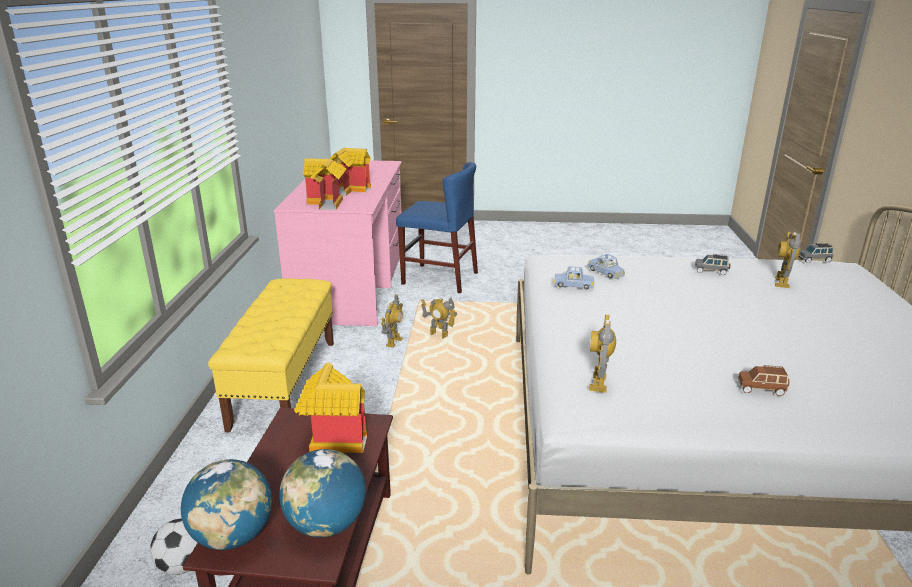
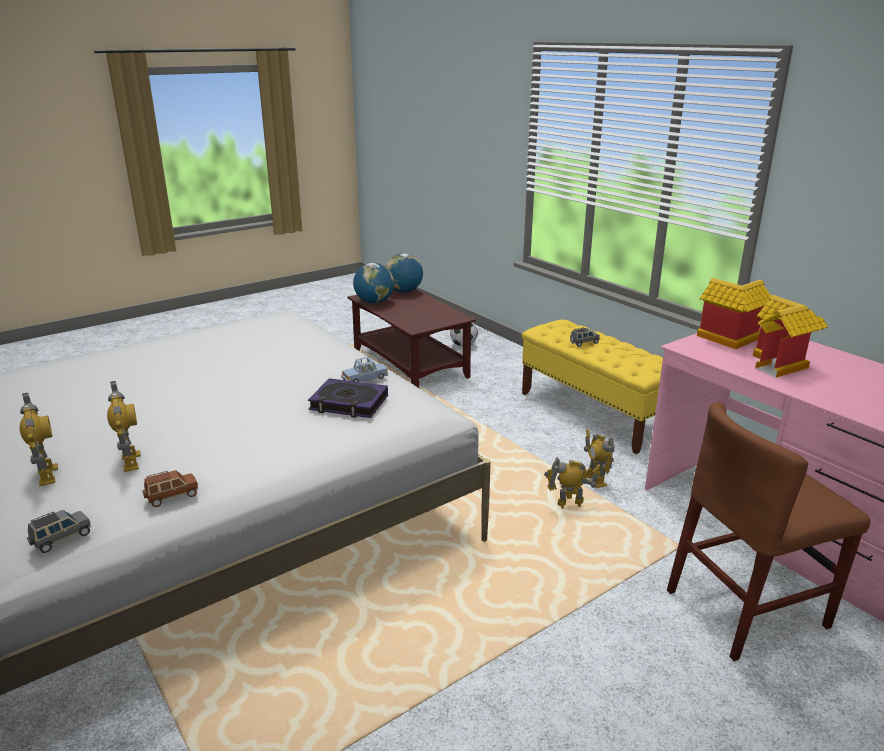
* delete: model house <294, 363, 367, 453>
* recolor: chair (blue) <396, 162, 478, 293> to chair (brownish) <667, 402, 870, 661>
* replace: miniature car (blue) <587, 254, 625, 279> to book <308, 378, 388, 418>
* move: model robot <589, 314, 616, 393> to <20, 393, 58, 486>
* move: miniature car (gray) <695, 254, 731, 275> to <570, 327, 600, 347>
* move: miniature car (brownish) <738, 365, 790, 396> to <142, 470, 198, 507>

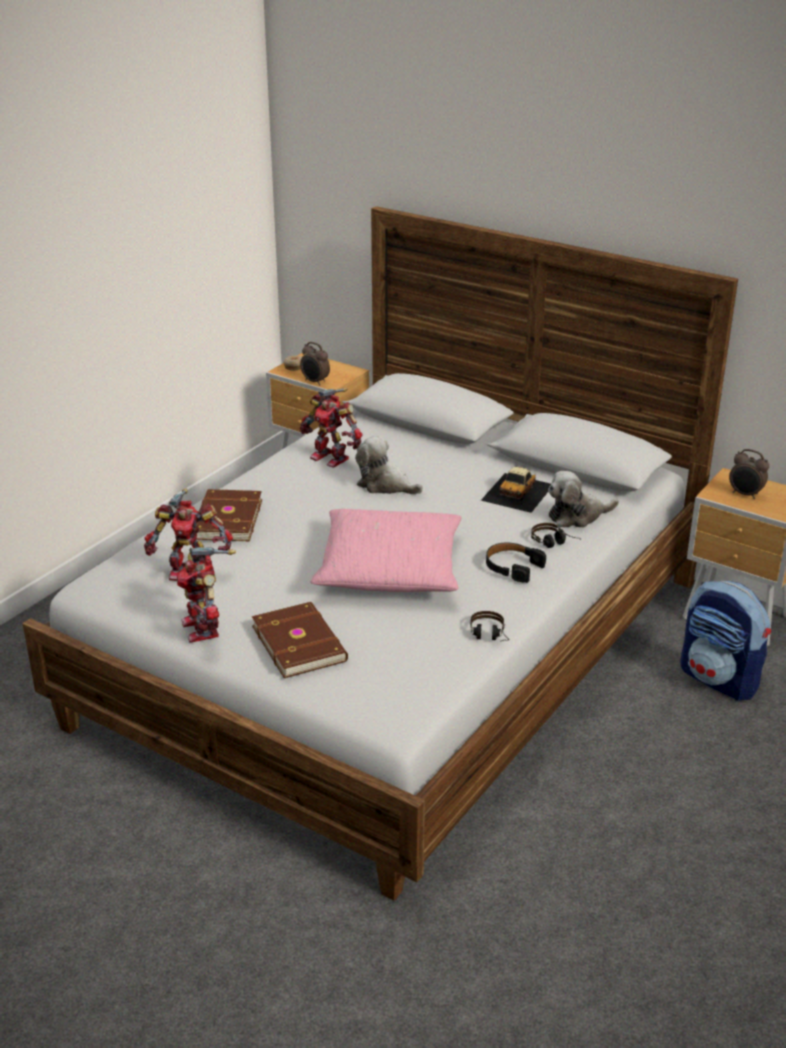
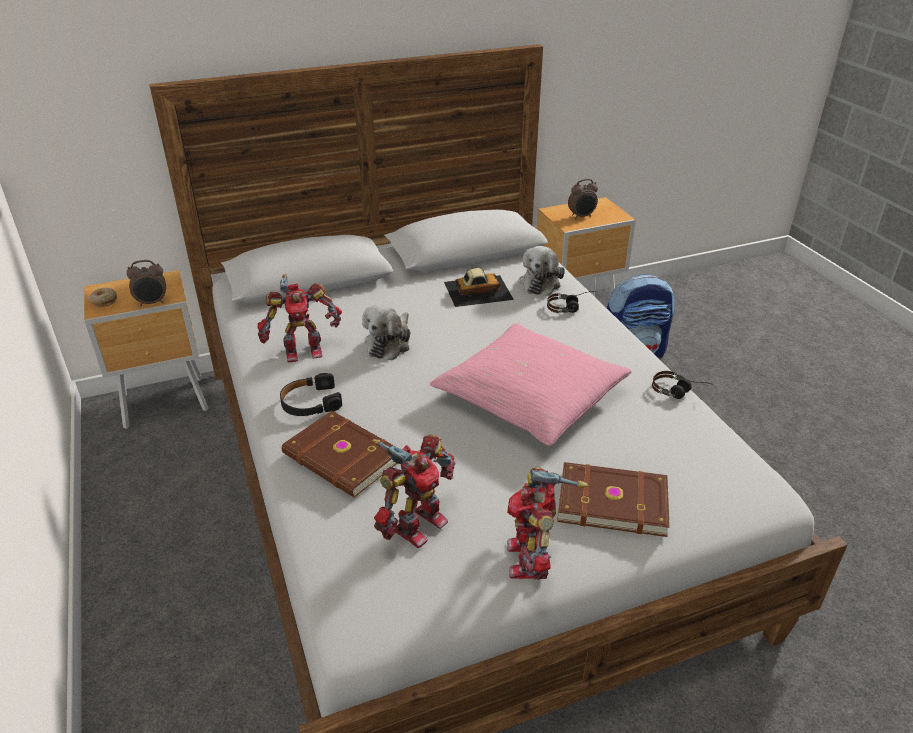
* rotate: model robot <177, 547, 236, 643> = <507, 467, 588, 580> 75 degrees clockwise
* rotate: soft toy <355, 436, 423, 494> = <362, 304, 411, 360> 45 degrees counterclockwise
* rotate: miniature car <481, 467, 551, 513> = <444, 268, 514, 307> 75 degrees counterclockwise
* move: headphones (blackish) <486, 543, 546, 583> to <280, 373, 342, 416>

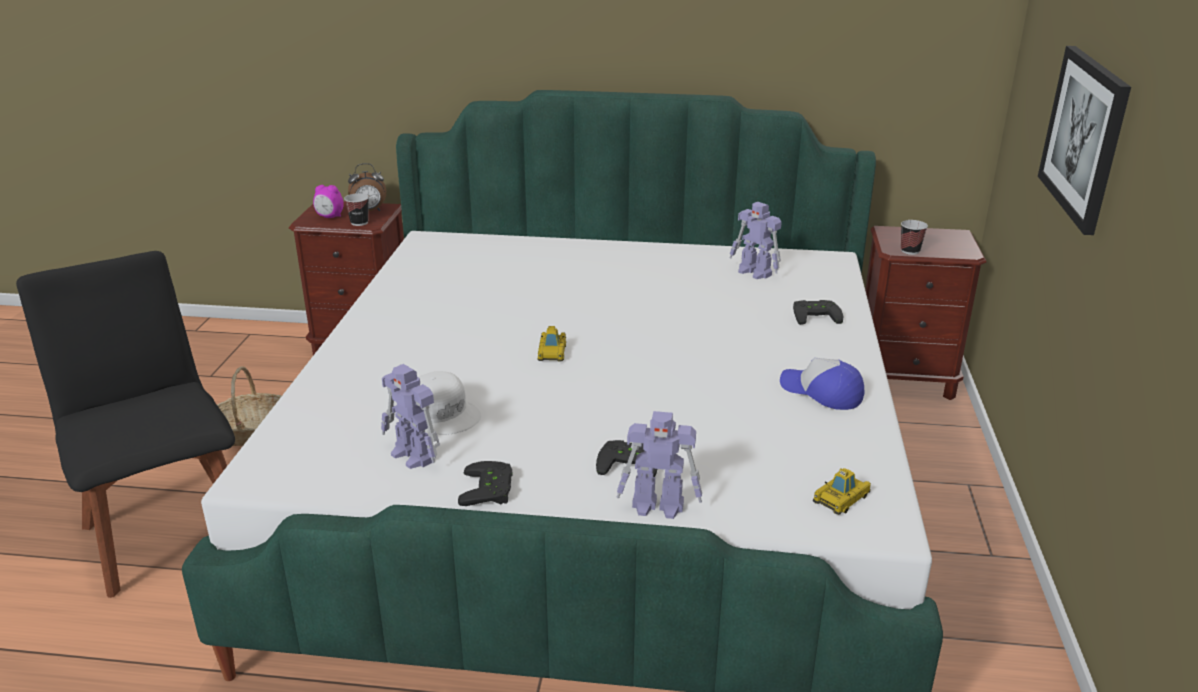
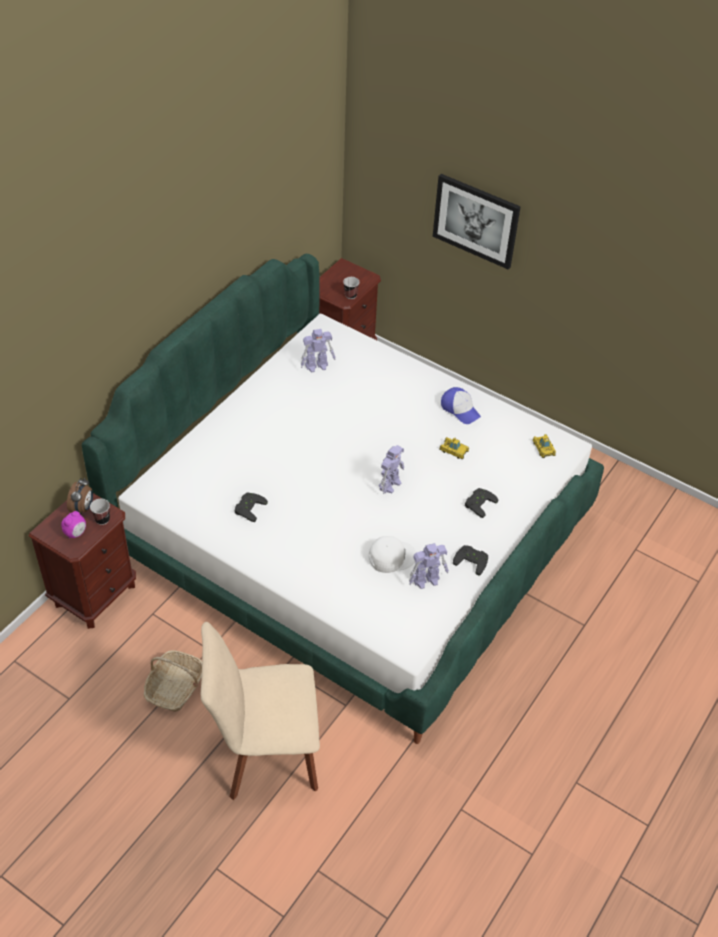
* recolor: chair (blackish) <16, 251, 235, 598> to chair (beige) <201, 622, 320, 800>
* move: miniature car <538, 326, 566, 361> to <439, 437, 469, 459>
* move: model robot <617, 411, 702, 519> to <379, 445, 404, 494>
* rotate: peaked cap <780, 358, 864, 410> = <441, 387, 481, 424> 105 degrees counterclockwise
* move: joypad (blackish) <793, 300, 844, 325> to <235, 493, 268, 522>

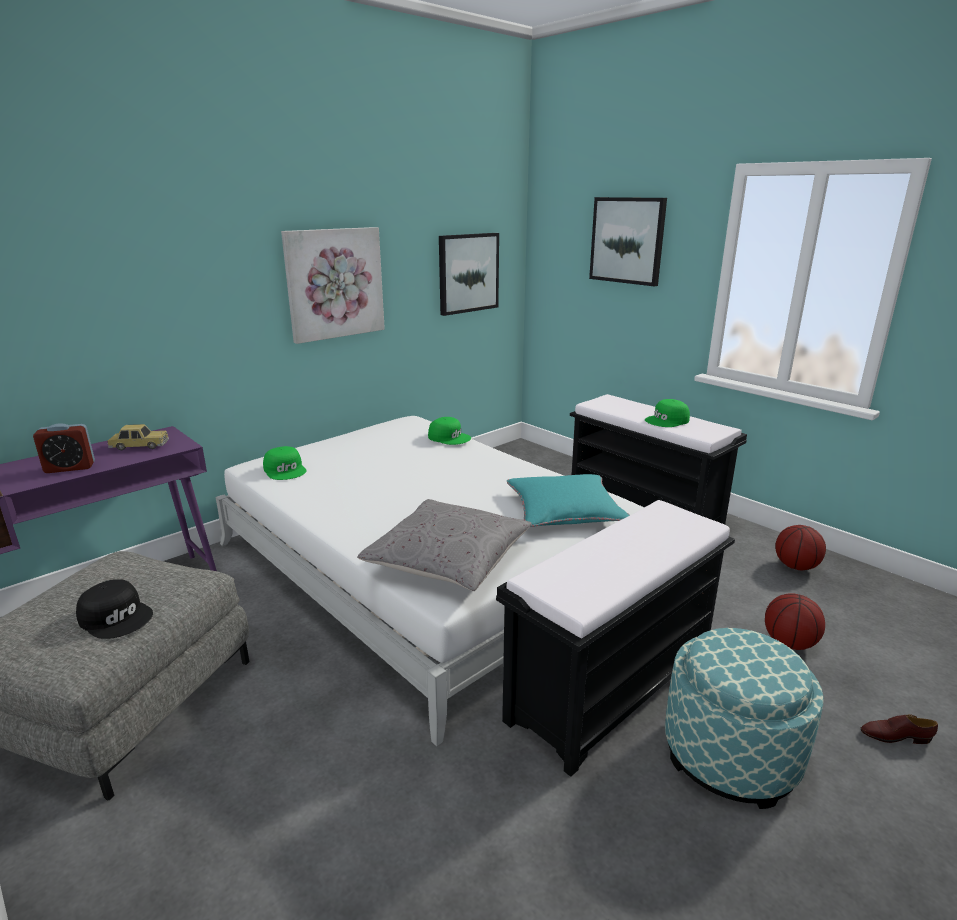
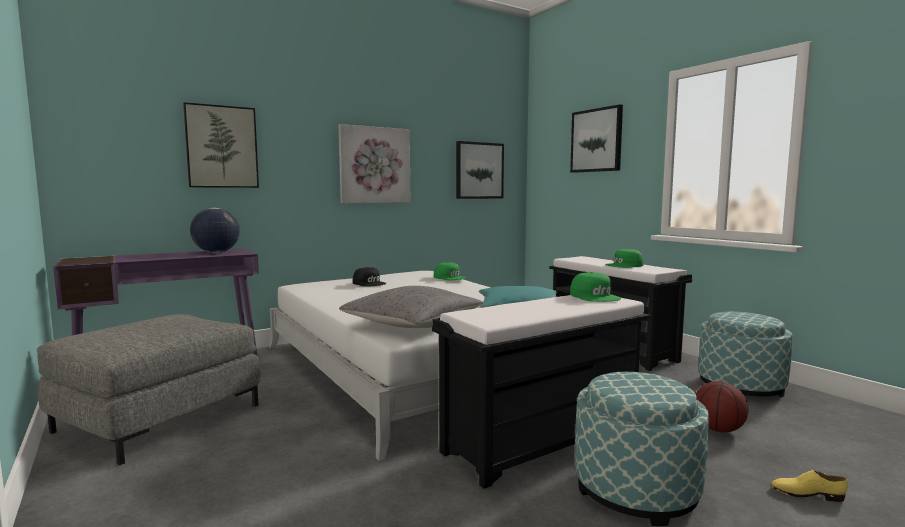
* delete: alarm clock <33, 424, 95, 473>
* move: peaked cap (blackish) <76, 579, 153, 639> to <353, 267, 386, 287>
* replace: miniature car <107, 424, 169, 450> to desk globe <190, 208, 240, 253>
* move: peaked cap (green) <263, 446, 307, 480> to <570, 272, 621, 302>
* replace: basketball <775, 525, 826, 570> to footrest <698, 312, 793, 397>
* recolor: low shoe (brownish) <861, 714, 938, 744> to low shoe (yellow-coloured) <771, 470, 848, 502>
* insert: wall picture <183, 102, 259, 188>

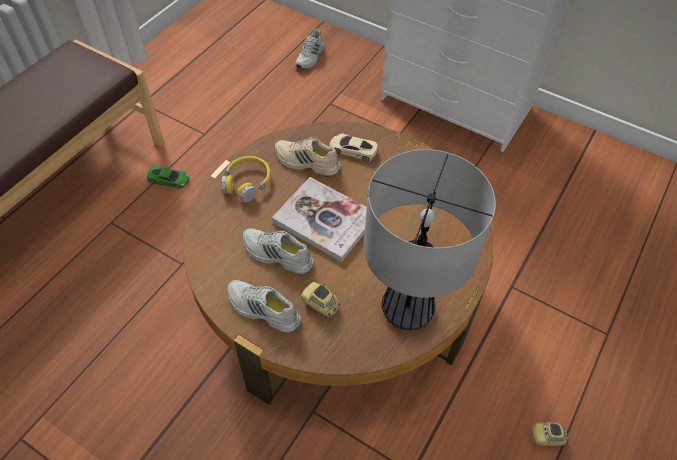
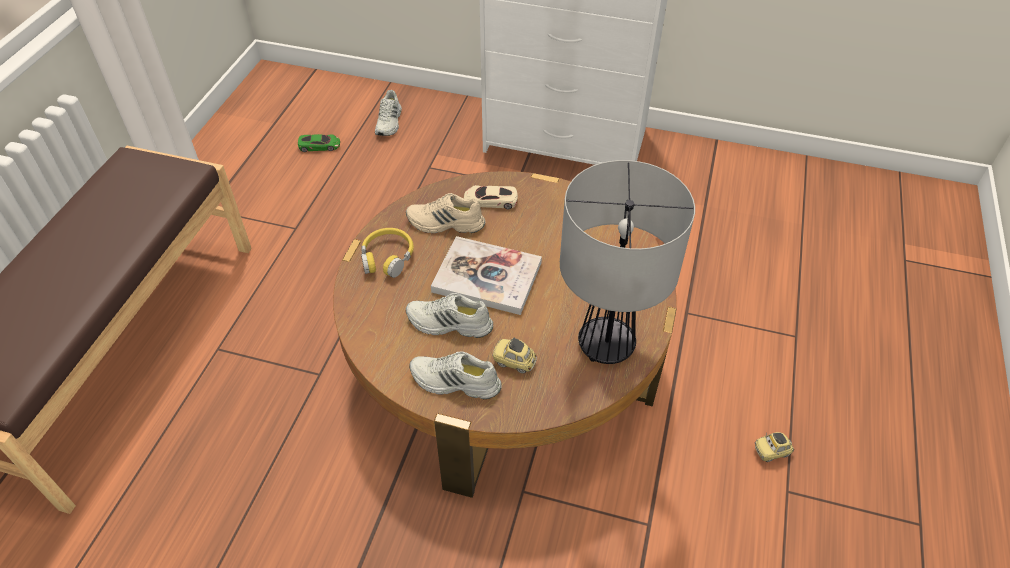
* move: miniature car (green) <147, 166, 189, 189> to <298, 134, 340, 152>

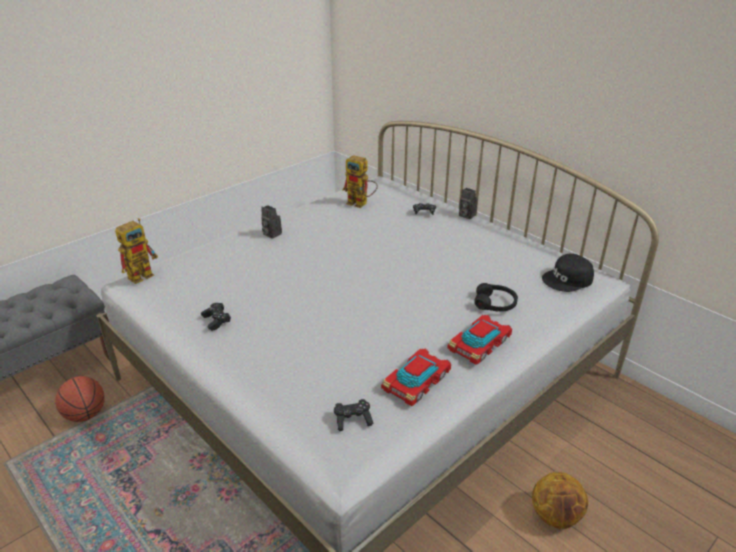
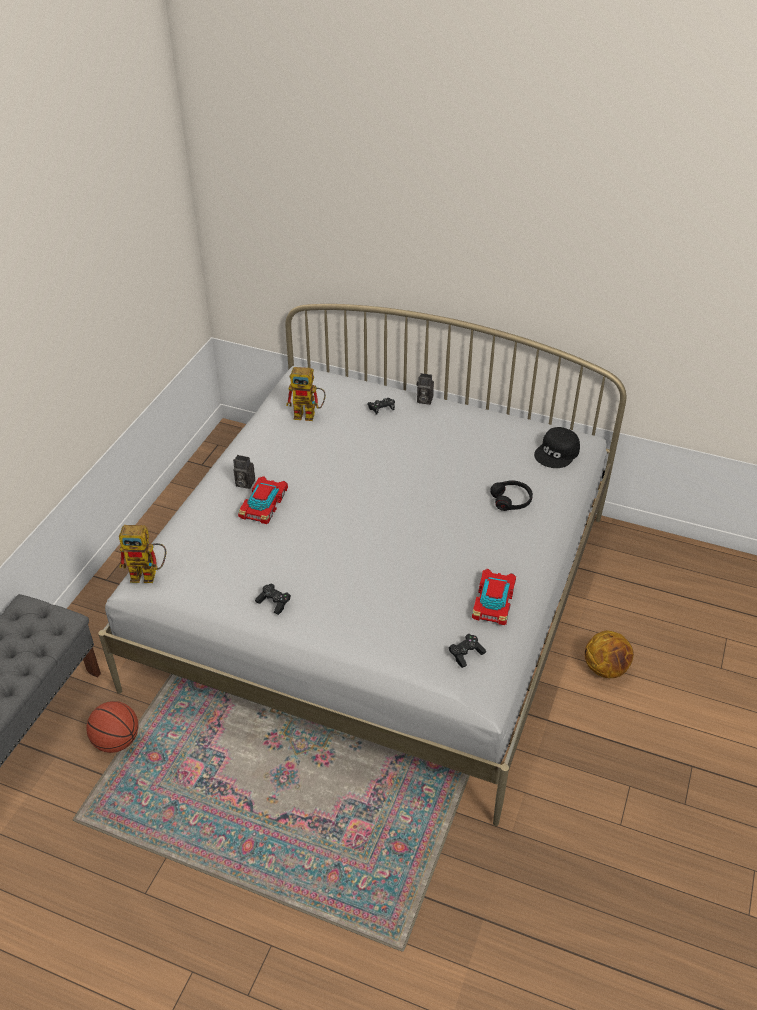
* rotate: model robot <115, 218, 158, 284> = <119, 525, 166, 583> 75 degrees clockwise
* move: miniature car <447, 315, 512, 365> to <238, 476, 288, 524>

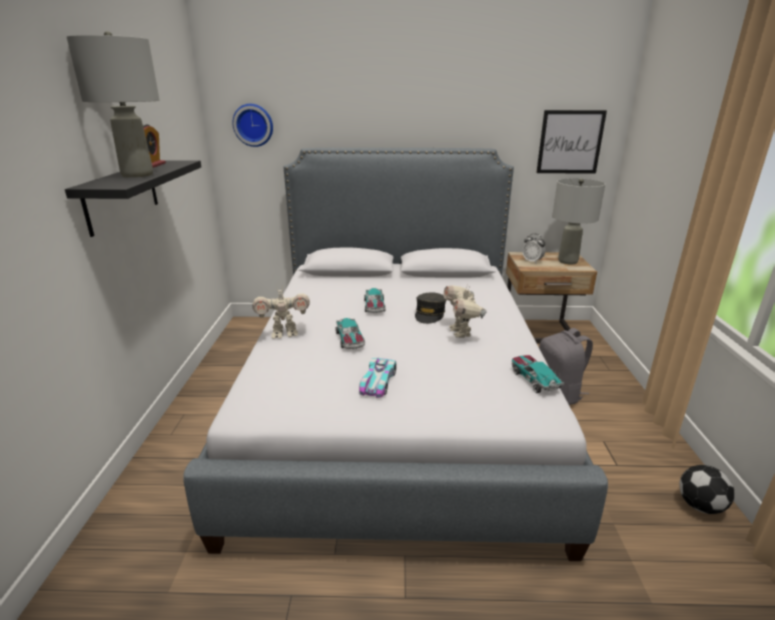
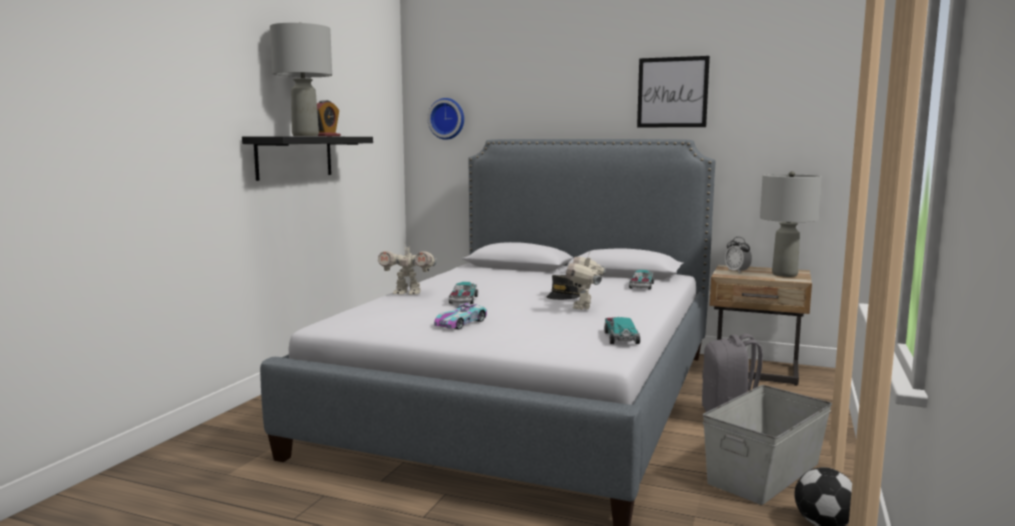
* move: miniature car <364, 288, 385, 313> to <629, 270, 654, 290>
* move: wall picture <536, 110, 607, 174> to <637, 56, 710, 127>
* insert: storage container (gray) <703, 385, 832, 505>

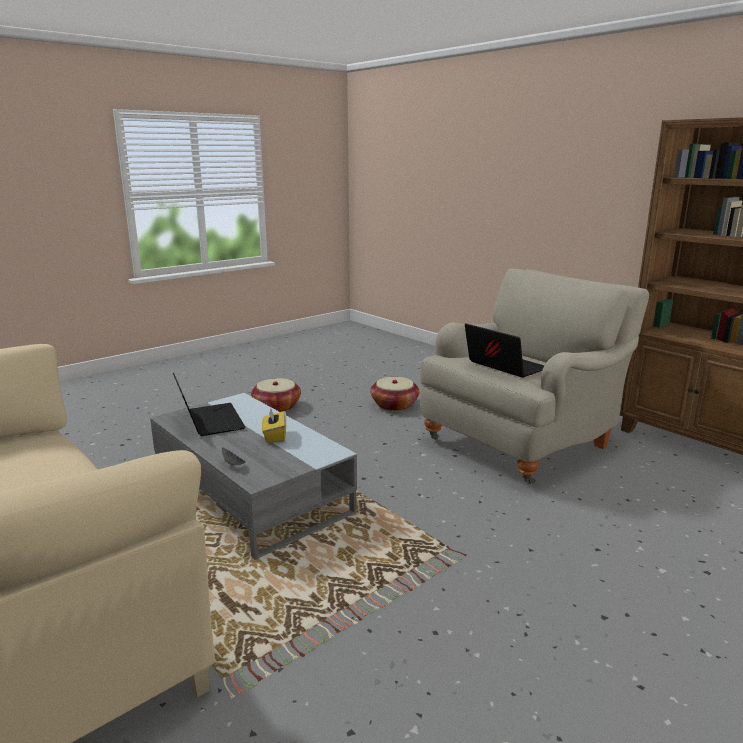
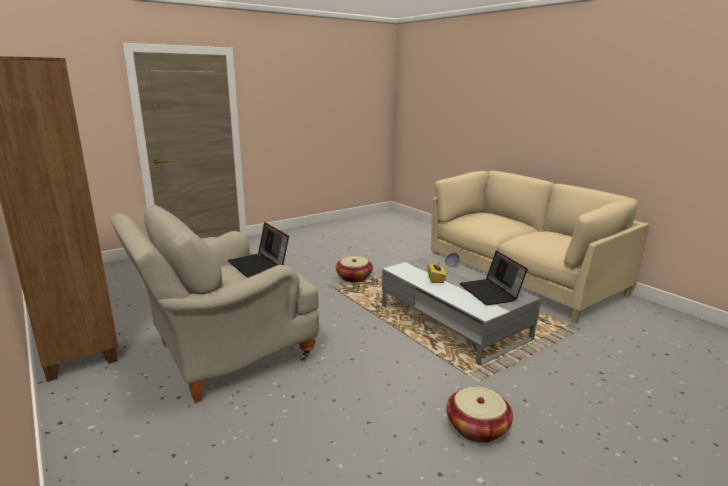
* move: household basket <370, 377, 419, 411> to <336, 256, 373, 283>

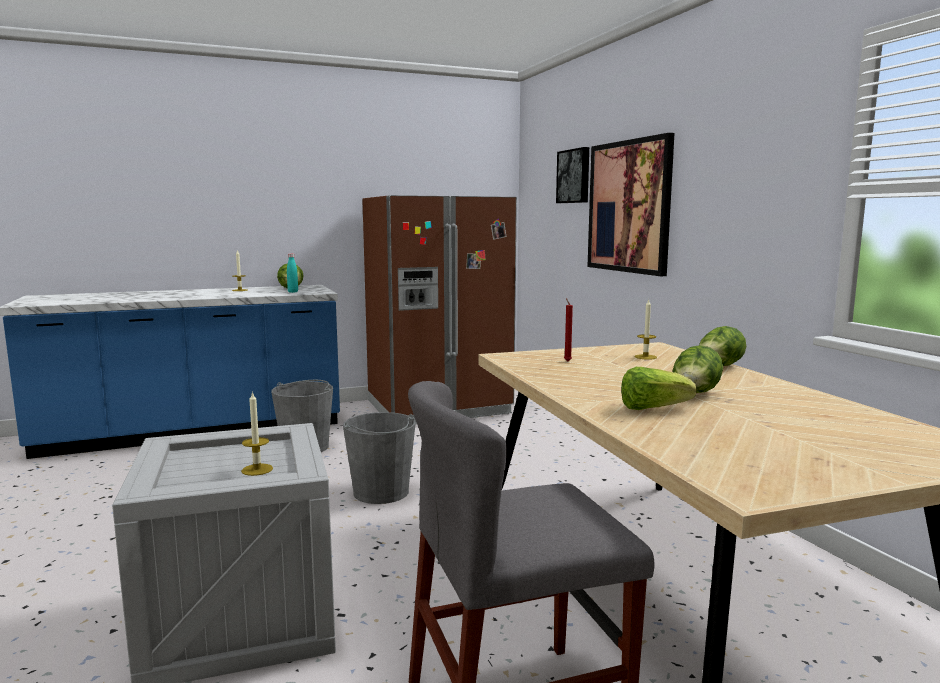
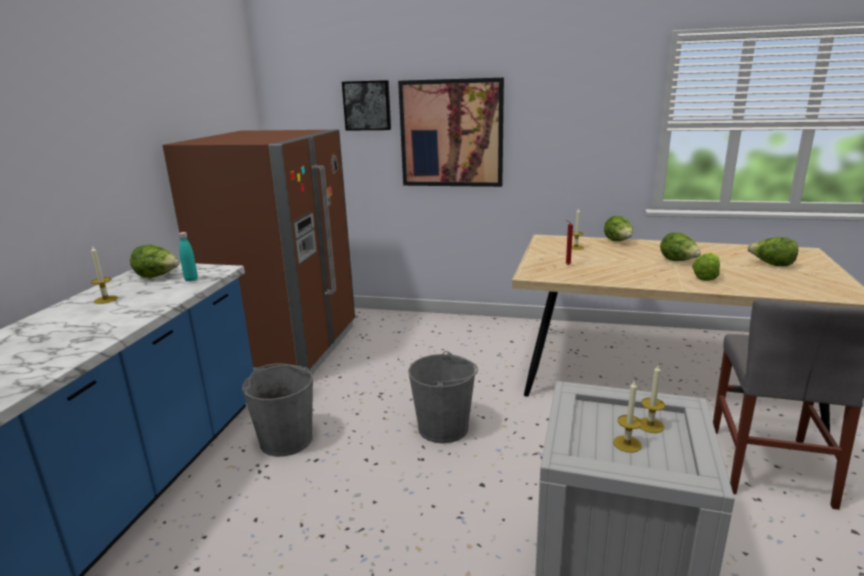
* insert: wax light <613, 381, 642, 453>
* insert: head of lettuce <748, 237, 798, 266>

